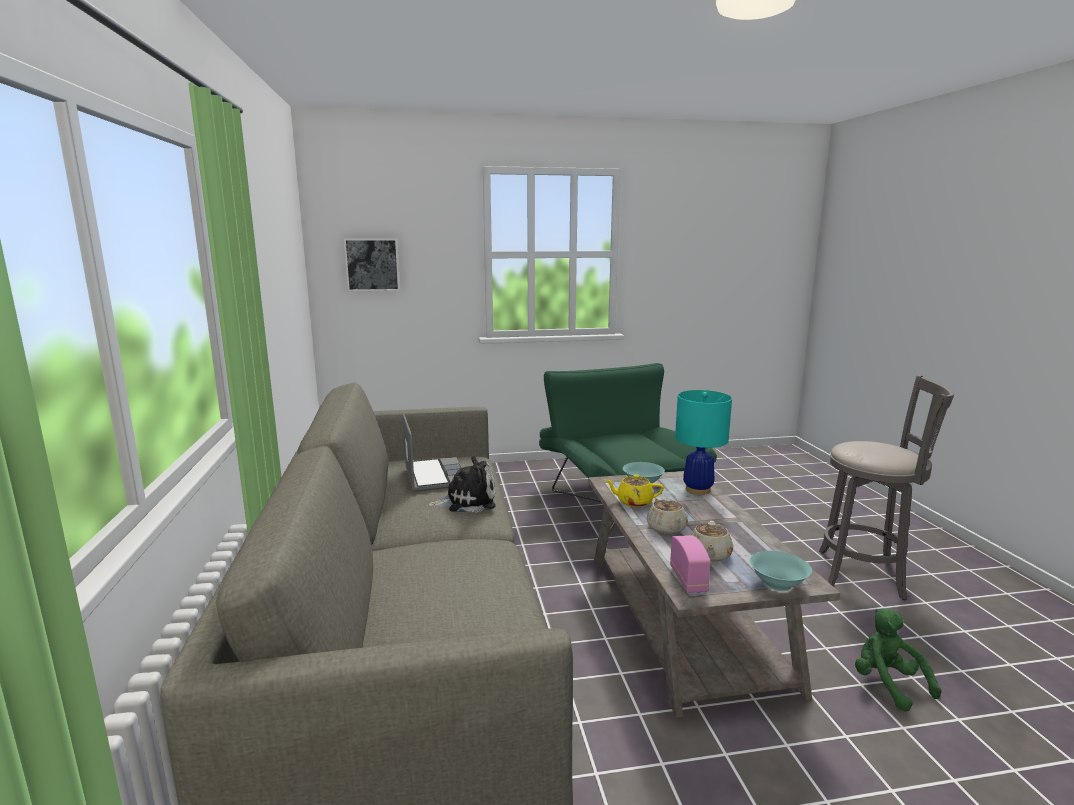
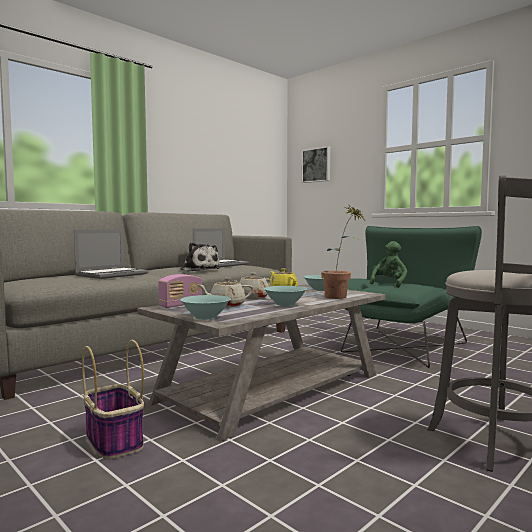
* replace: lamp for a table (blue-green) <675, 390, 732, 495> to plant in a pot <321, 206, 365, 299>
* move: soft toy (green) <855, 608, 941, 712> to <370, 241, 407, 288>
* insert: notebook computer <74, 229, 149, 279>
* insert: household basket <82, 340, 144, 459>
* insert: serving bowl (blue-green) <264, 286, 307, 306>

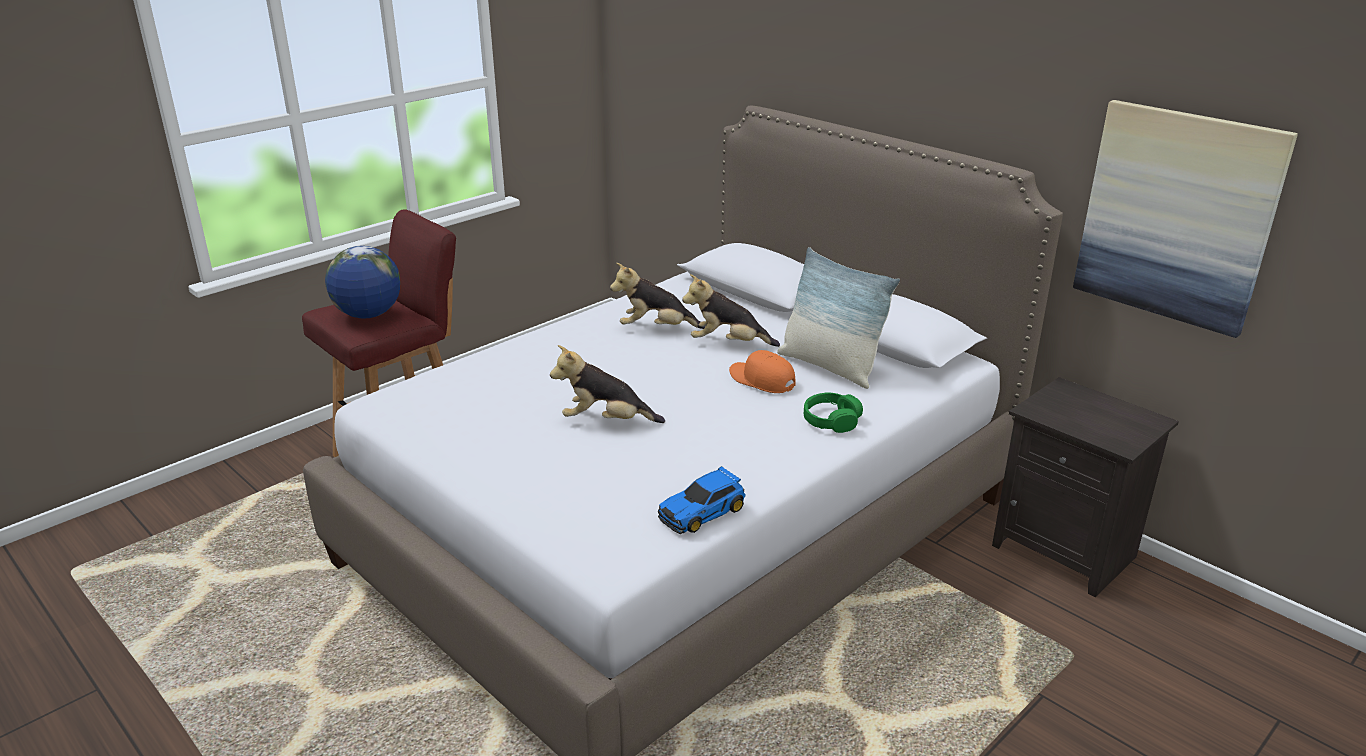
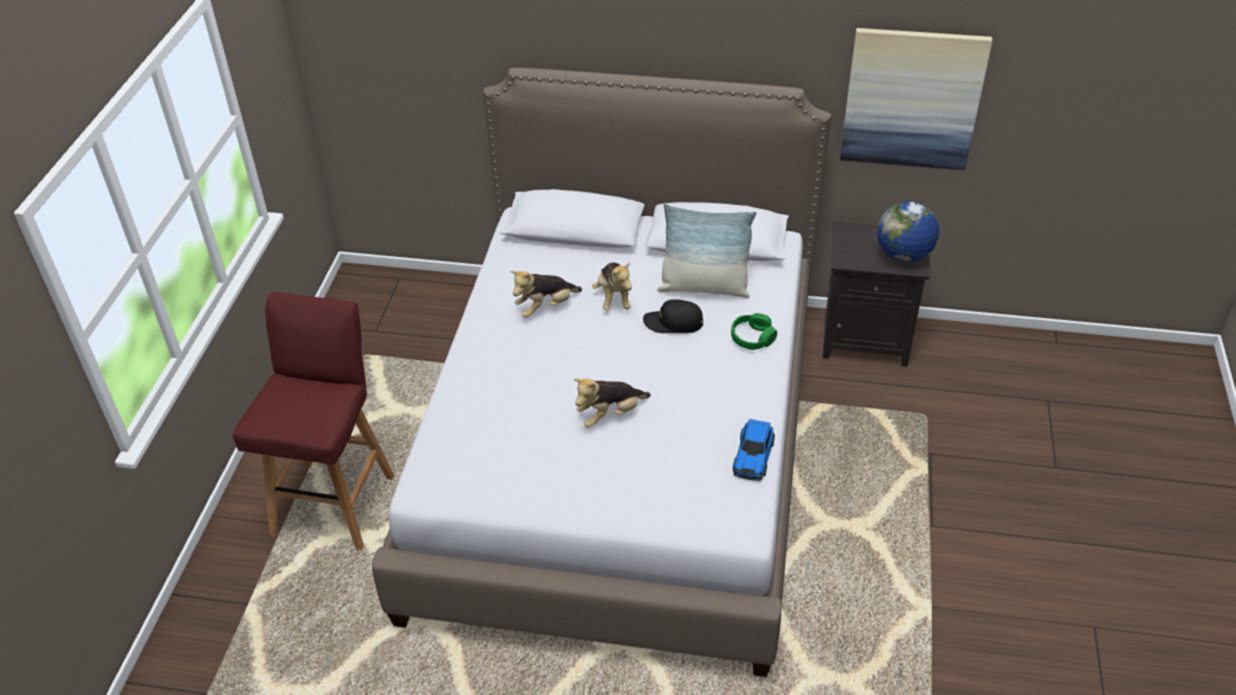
* move: desk globe <325, 246, 400, 319> to <878, 201, 940, 262>
* rotate: soft toy <682, 274, 780, 347> = <592, 262, 632, 310> 75 degrees counterclockwise
* recolor: peaked cap (orange-coloured) <729, 350, 796, 393> to peaked cap (blackish) <643, 299, 703, 333>

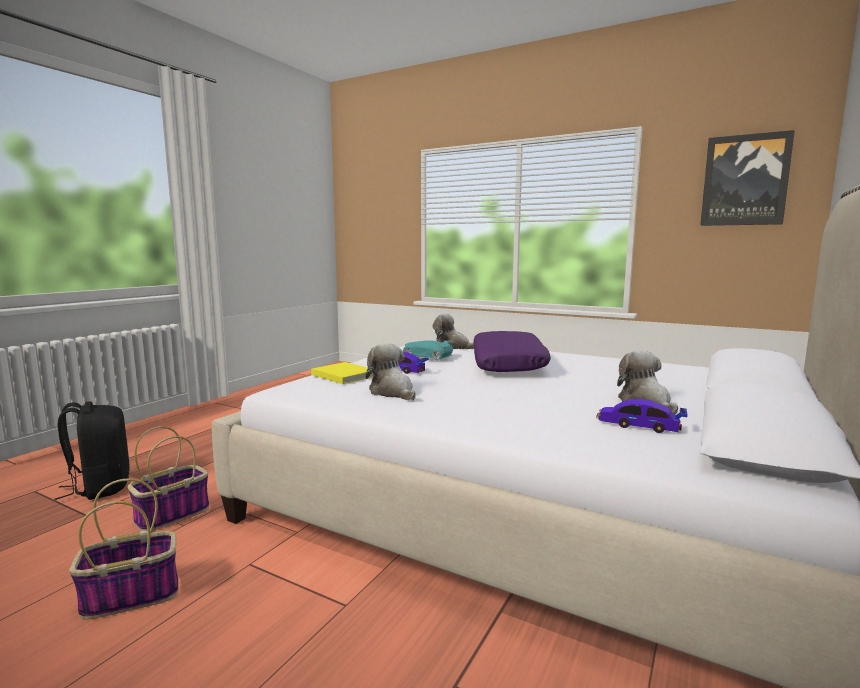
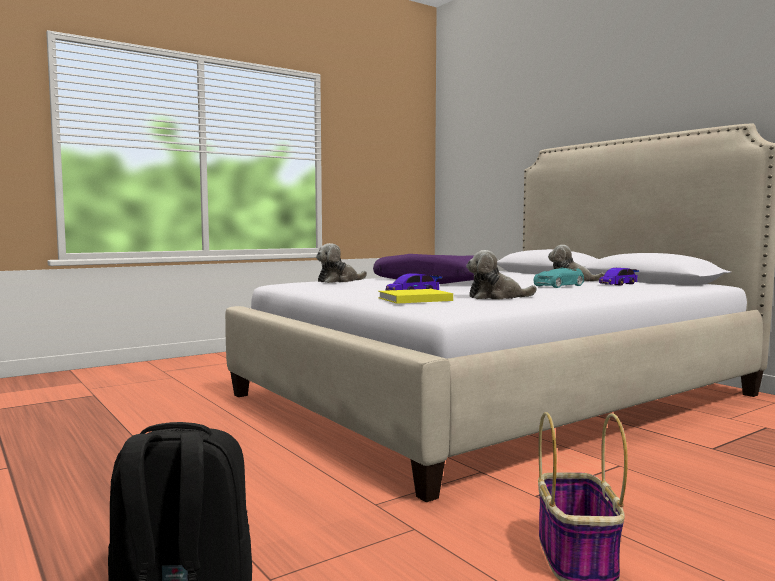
* delete: household basket <128, 426, 210, 531>
* move: miniature car (blue-green) <403, 340, 453, 360> to <534, 268, 584, 288>
* delete: wall picture <700, 130, 795, 226>

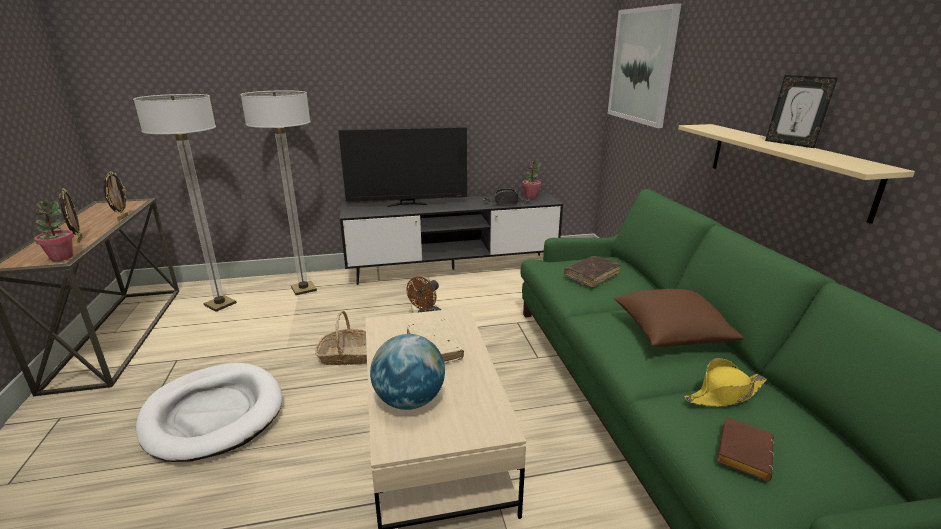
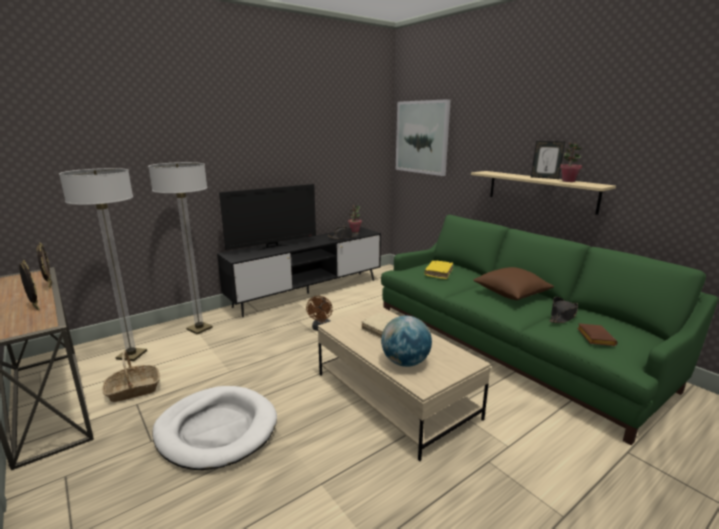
* move: plant in a pot <33, 201, 74, 261> to <560, 143, 582, 182>
* move: household basket <315, 311, 367, 365> to <102, 351, 160, 402>
* recolor: book (brownish) <564, 256, 621, 288> to book (yellow-coloured) <424, 261, 453, 279>
* recolor: wearable hat (yellow-coloured) <684, 358, 767, 407> to wearable hat (blackish) <550, 297, 578, 323>

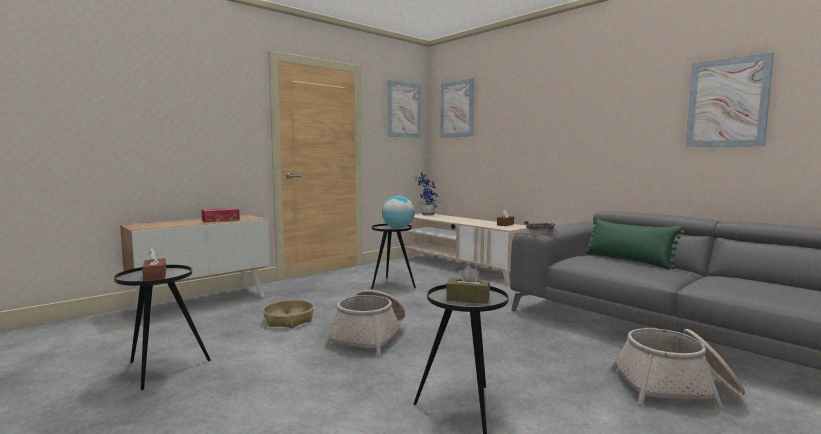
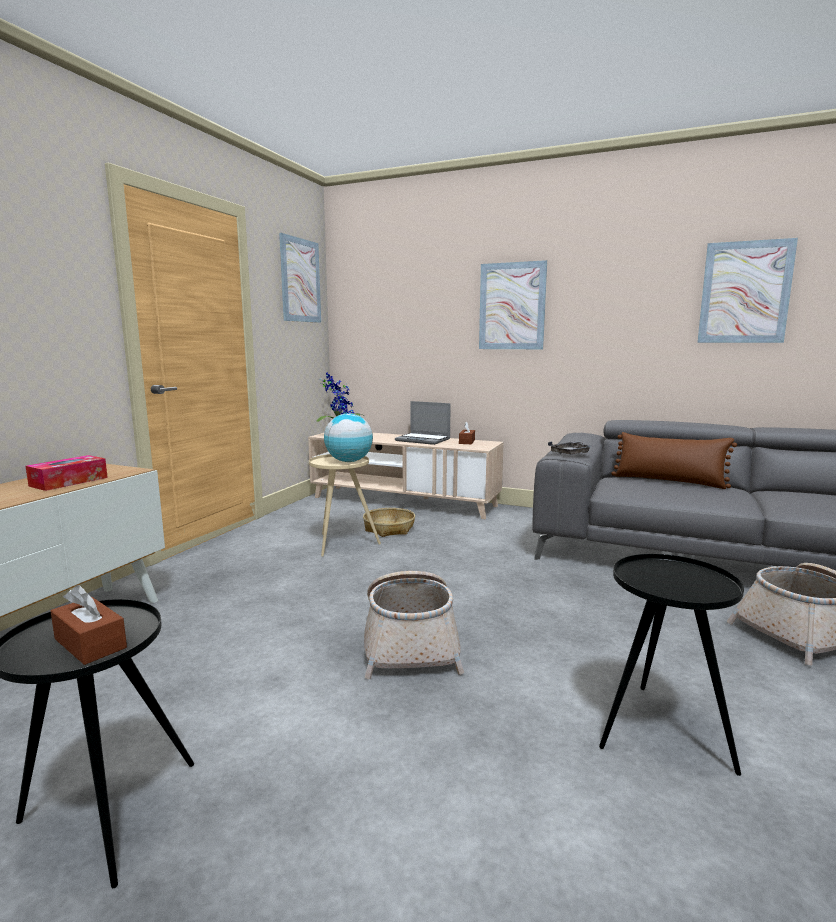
* move: household basket <263, 300, 314, 328> to <363, 508, 415, 537>
* recolor: accent table (blackish) <371, 224, 416, 289> to accent table (beige) <309, 454, 381, 556>
* move: wall picture <440, 78, 474, 138> to <479, 260, 547, 349>
* delete: tissue holder (brownish) <446, 265, 490, 304>
* recolor: cushion (green) <585, 219, 685, 269> to cushion (brownish) <611, 432, 737, 489>
* insert: notebook computer <395, 401, 451, 445>

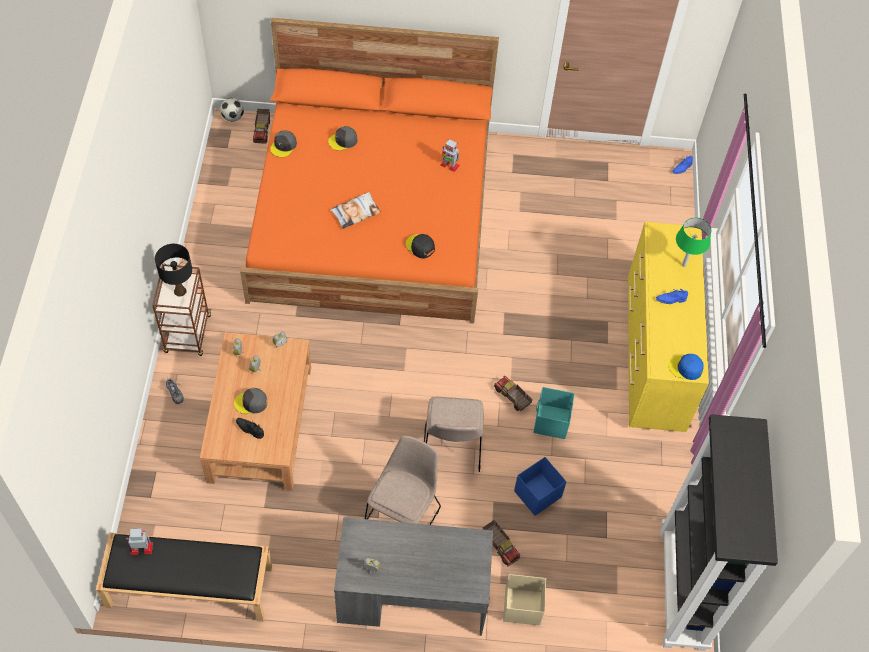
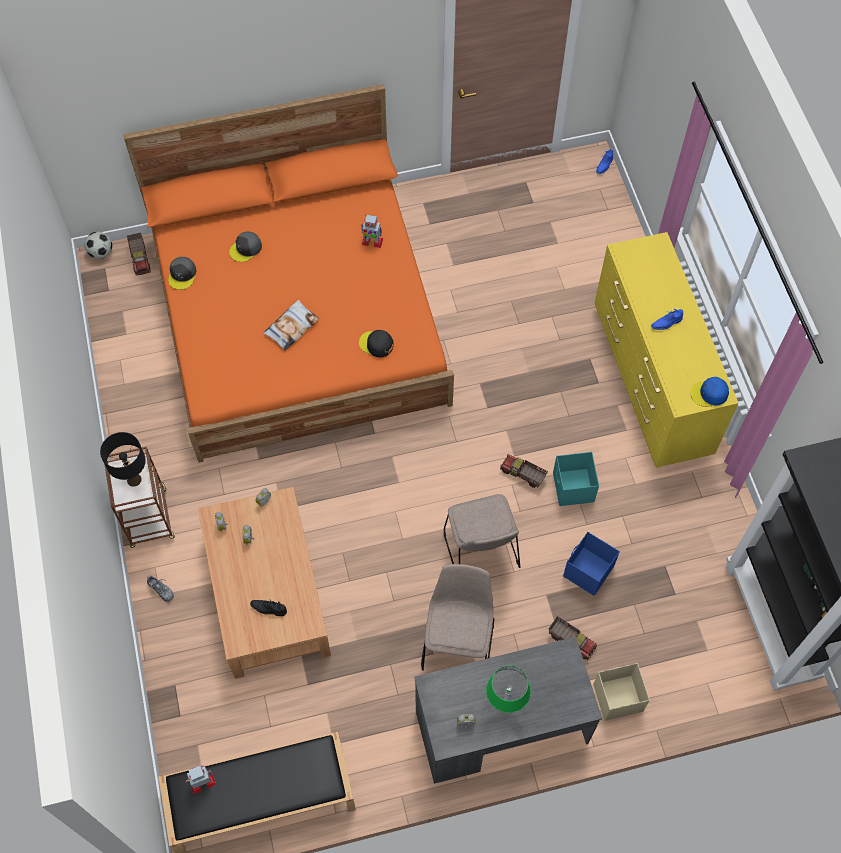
* delete: peaked cap (gray) <234, 388, 267, 414>
* move: lamp for a table (green) <676, 218, 711, 267> to <486, 666, 531, 713>

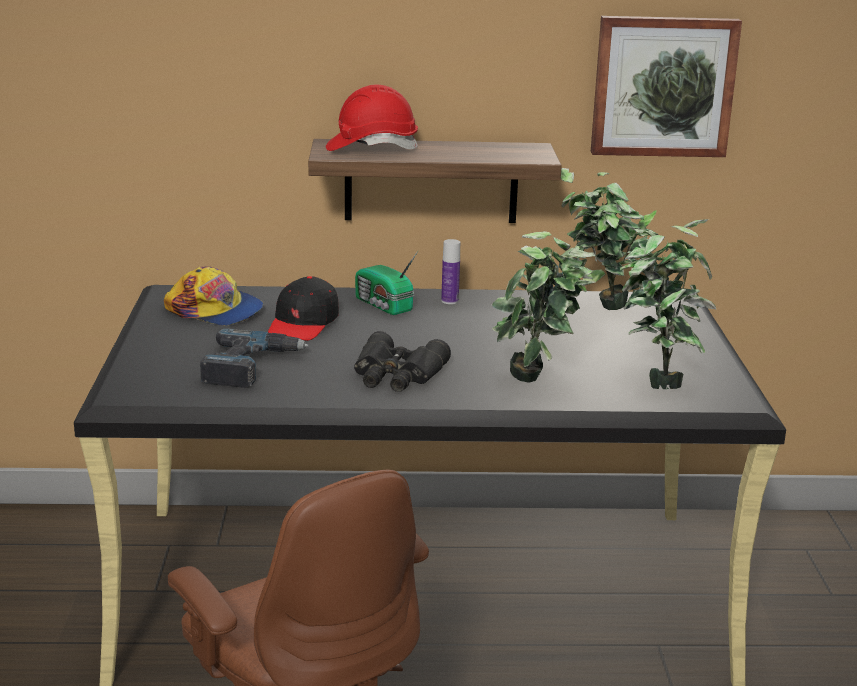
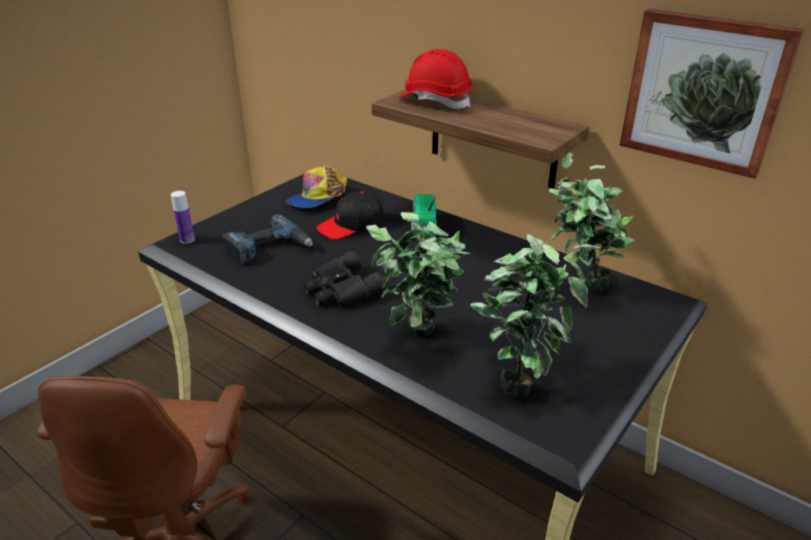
* rotate: peaked cap <164, 266, 264, 326> = <286, 165, 347, 208> 60 degrees clockwise
* move: beverage bottle <441, 239, 460, 304> to <171, 191, 195, 244>

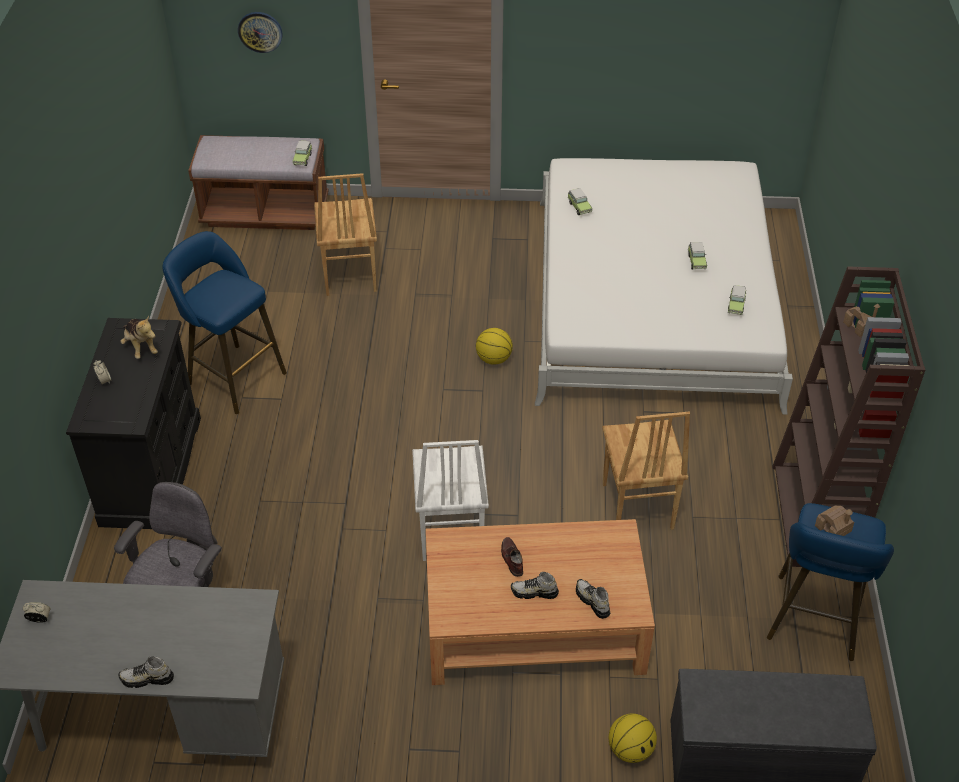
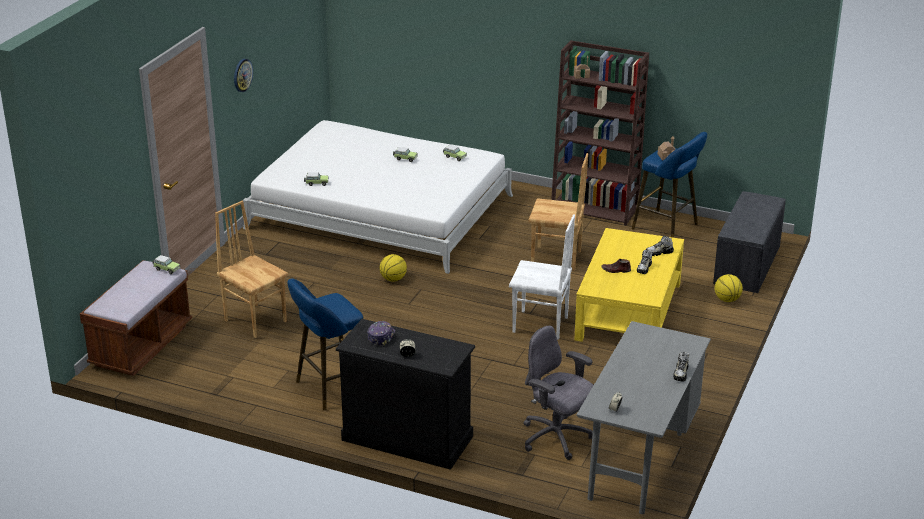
* replace: soft toy <121, 315, 158, 359> to peaked cap <367, 321, 395, 346>
* move: wall clock <238, 12, 282, 53> to <234, 59, 253, 92>
* rotate: chair (brownish) <314, 173, 377, 296> = <215, 201, 288, 338> 150 degrees counterclockwise
* recolor: coffee table (brownish) <426, 519, 655, 685> to coffee table (yellow-coloured) <574, 228, 684, 342>

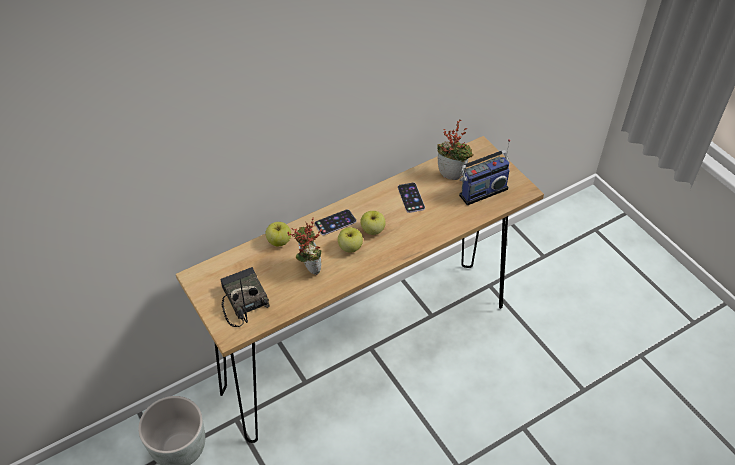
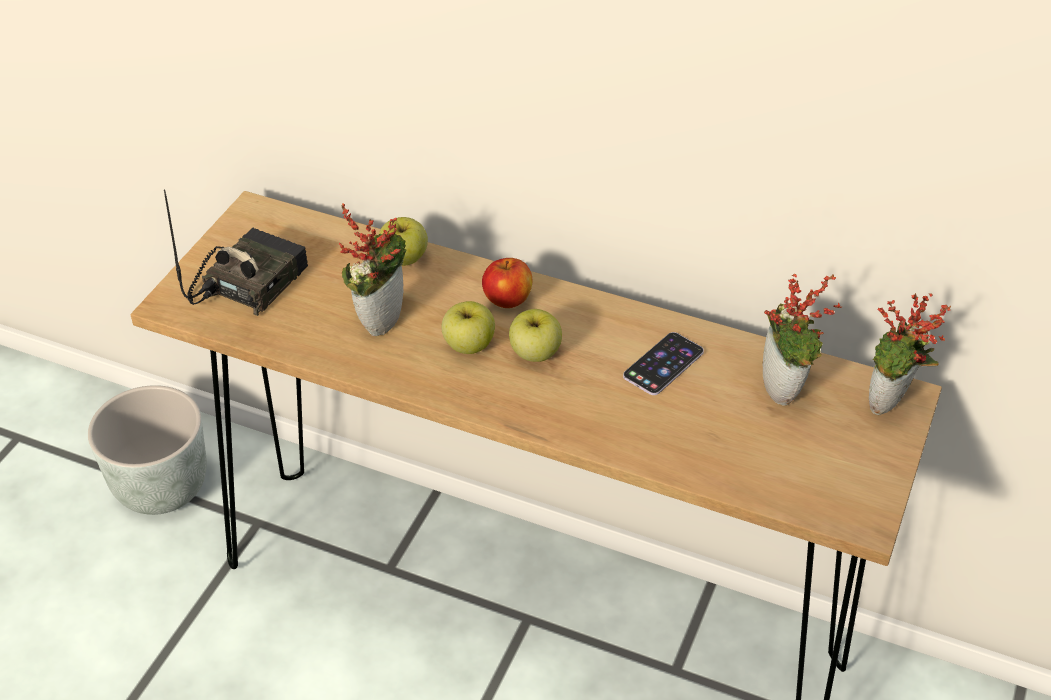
* replace: phone <315, 209, 356, 235> to apple <482, 258, 533, 308>
* delete: radio receiver <459, 139, 511, 205>
* insert: plant in a pot <869, 293, 951, 415>

